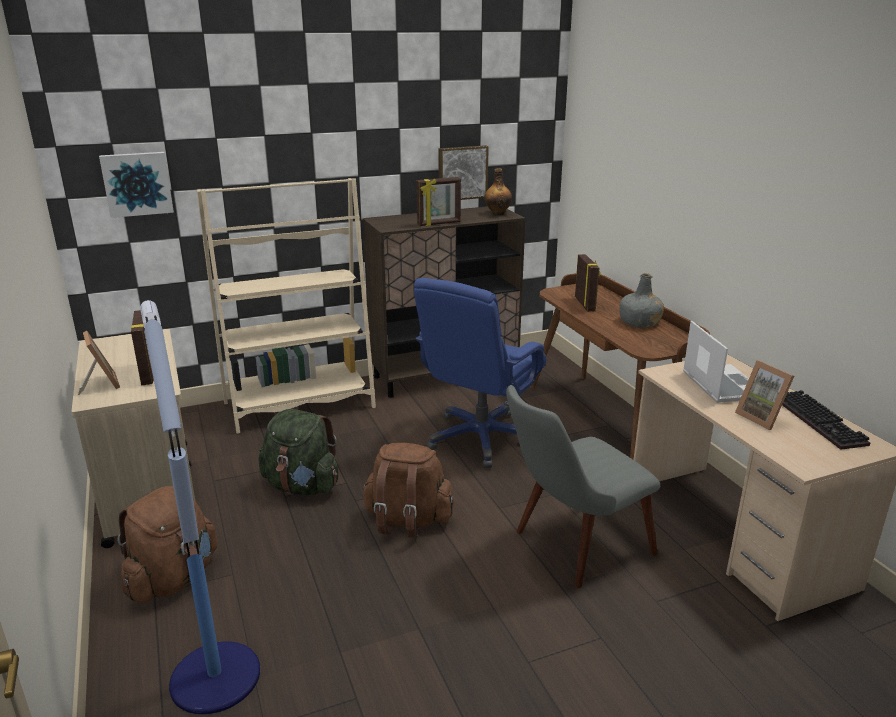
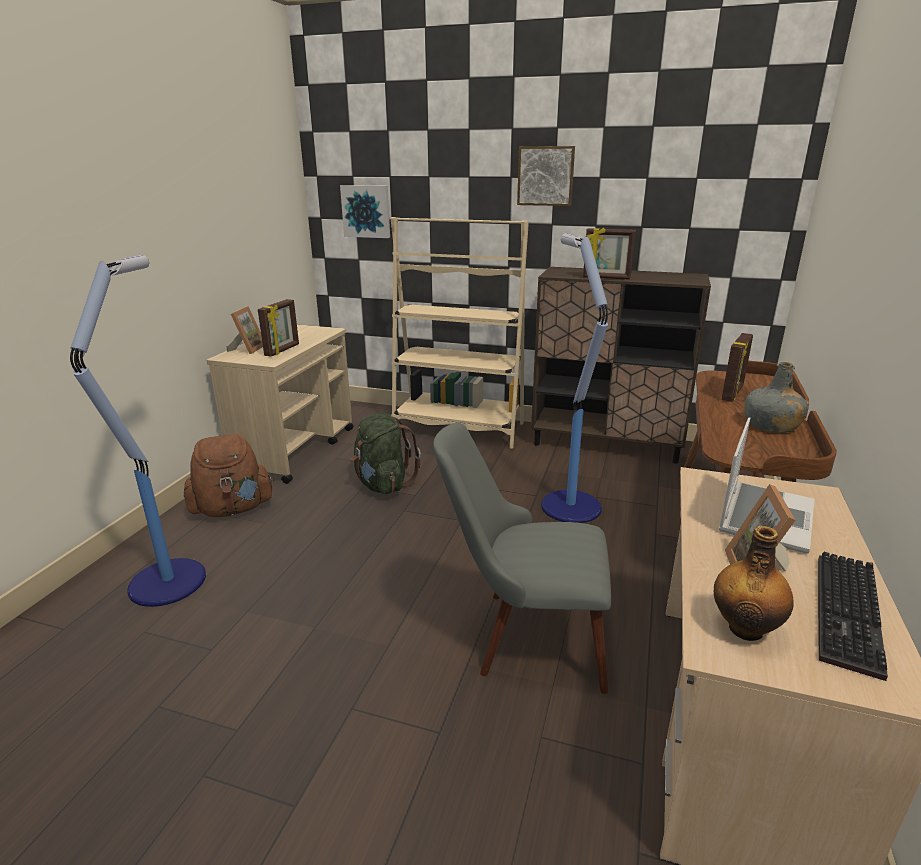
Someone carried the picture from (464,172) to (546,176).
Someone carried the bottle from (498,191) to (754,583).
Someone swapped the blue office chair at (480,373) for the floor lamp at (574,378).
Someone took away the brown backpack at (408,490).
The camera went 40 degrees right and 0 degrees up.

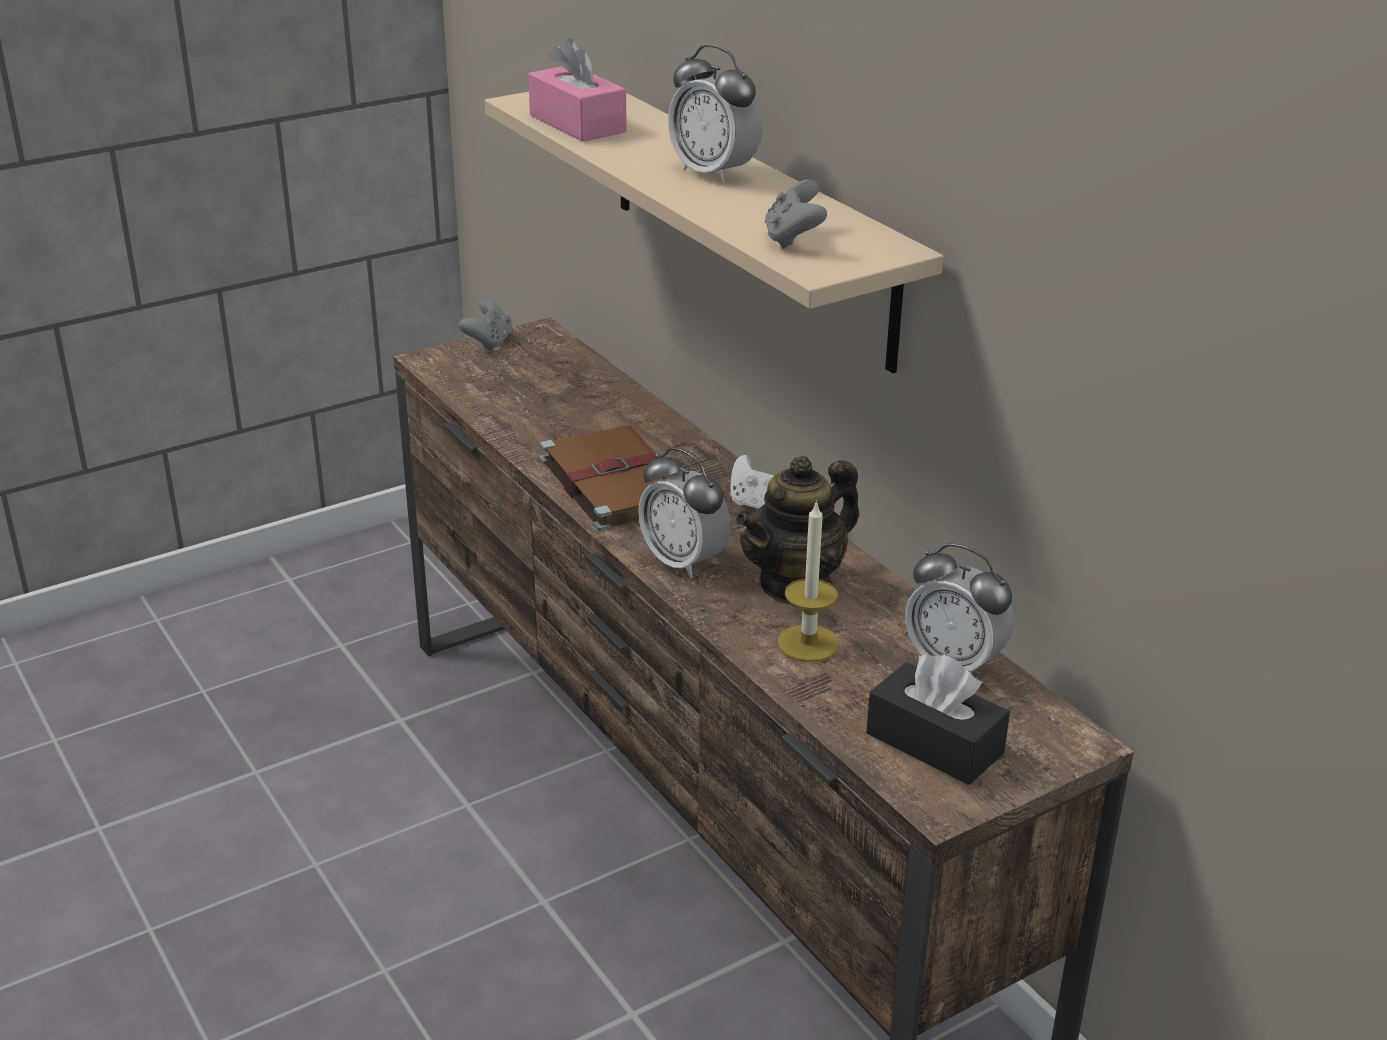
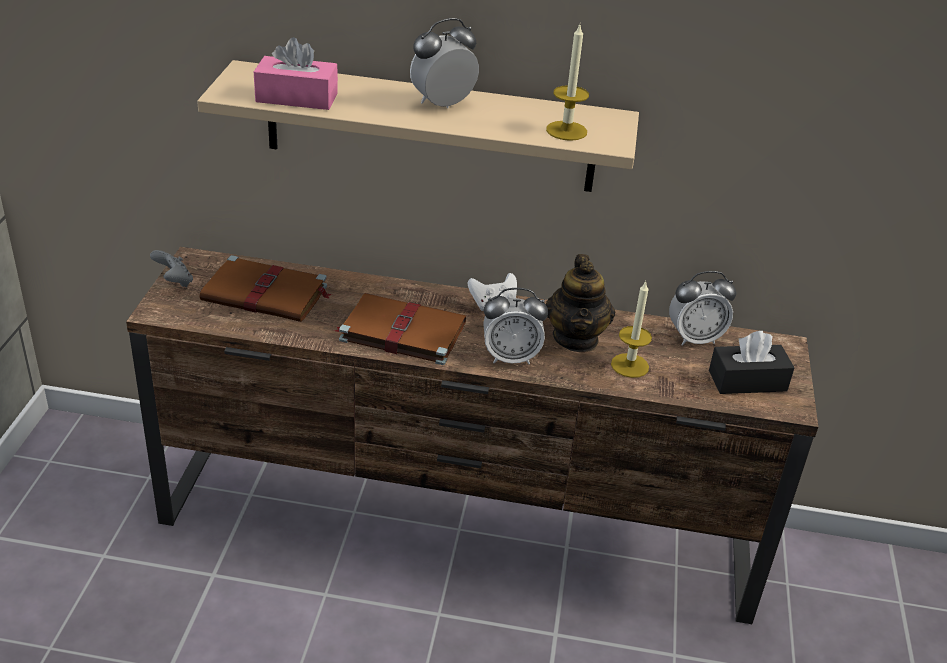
Someone rotated the alarm clock at (715,114) by 150 degrees clockwise.
Someone swapped the grey game controller at (796,214) for the candle at (567,83).
Someone put down the brown book at (266,288).
The camera went 50 degrees left and 5 degrees up.

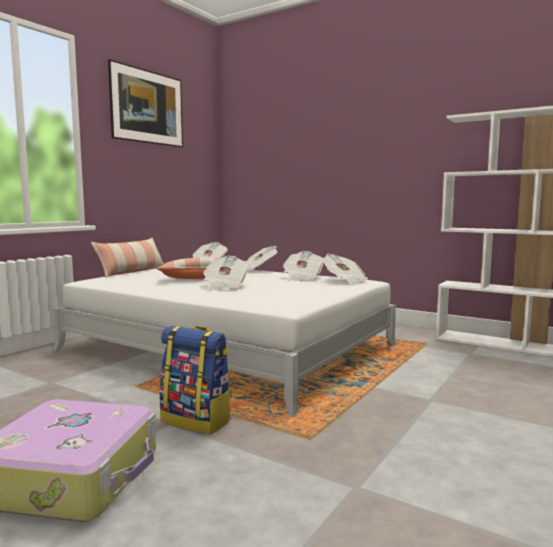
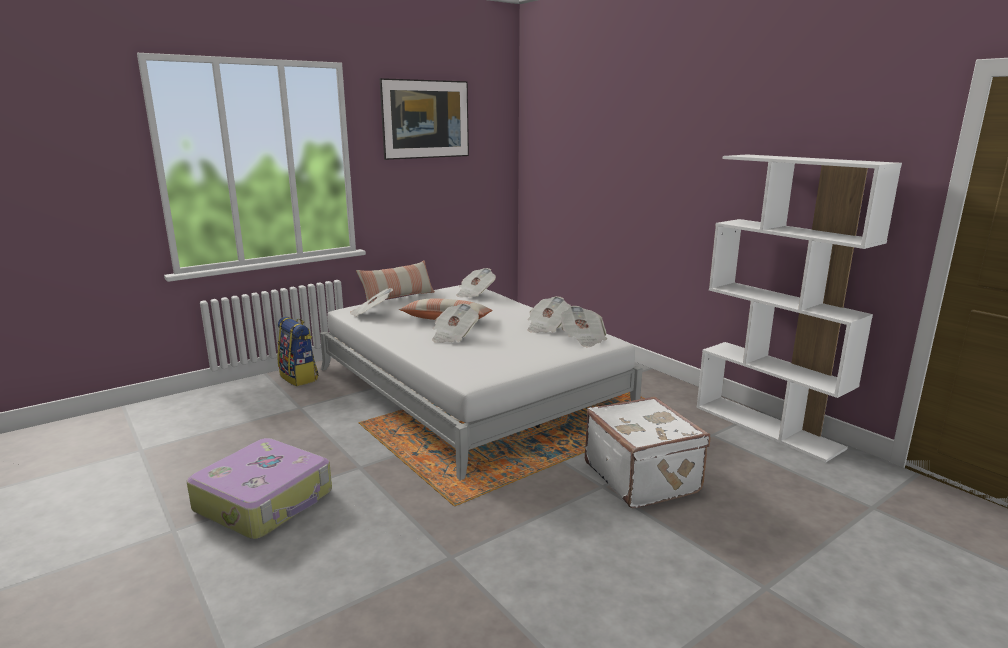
Someone carried the newspaper from (262,258) to (371,302).
Someone carried the backpack from (195,380) to (297,351).
Someone put down the white suitcase at (648,452).
The camera went 20 degrees right and 10 degrees up.

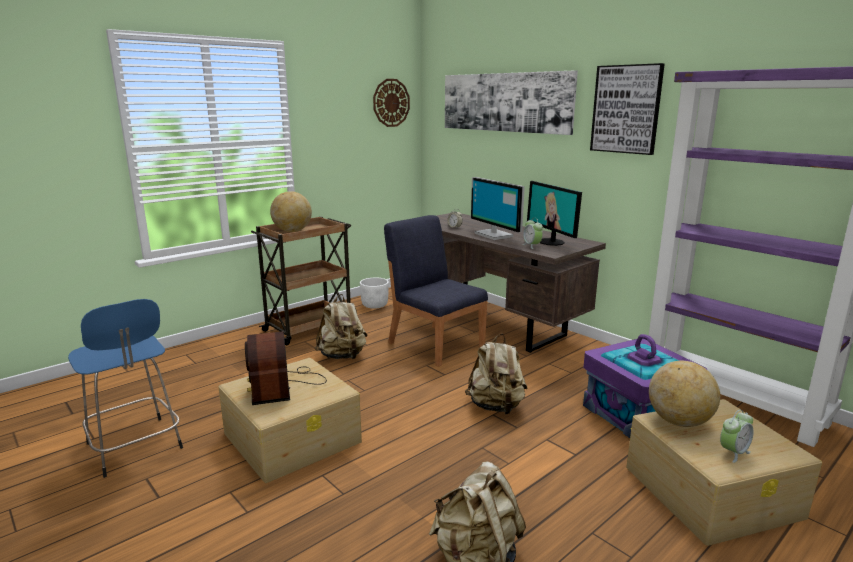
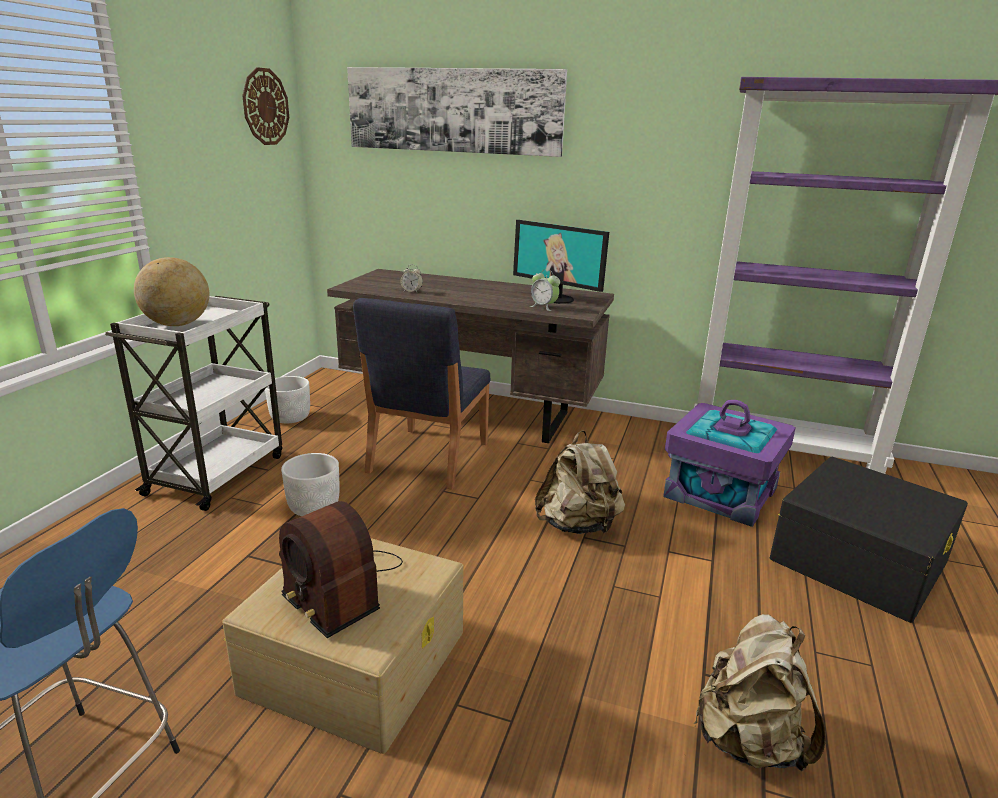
Someone took away the picture at (627,109).
Someone took away the monitor at (498,208).
Someone rotated the blue chair at (436,291) by 90 degrees counterclockwise.
Someone repainted the brown cart at (301,280), which became the white cart at (193,403).
Someone swapped the beige backpack at (341,326) for the white planter at (310,484).
Someone took away the globe at (684,394).
Someone repainted the beige storage box at (724,472), which became the black storage box at (869,540).
Someone took away the alarm clock at (737,436).
The camera went 30 degrees left and 5 degrees up.

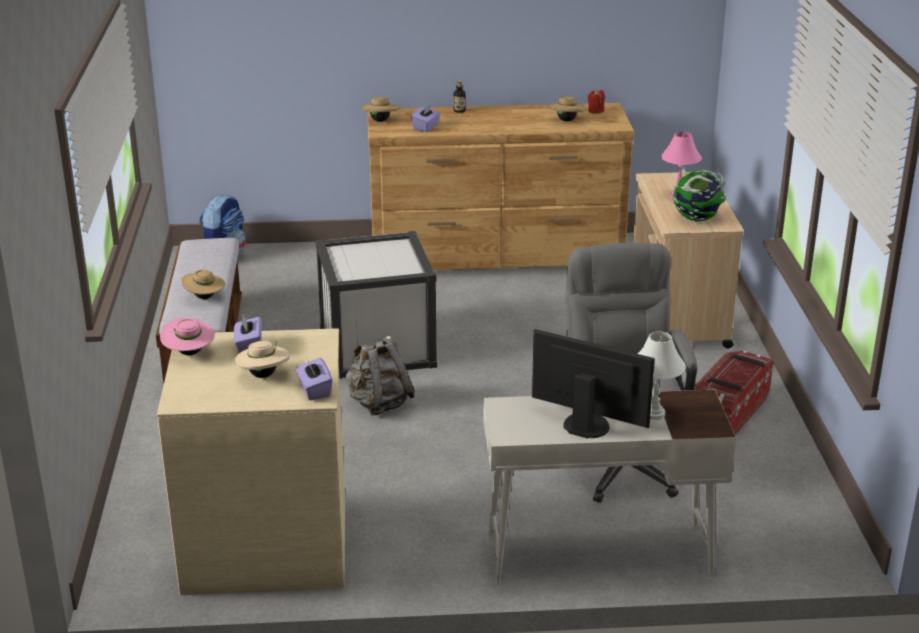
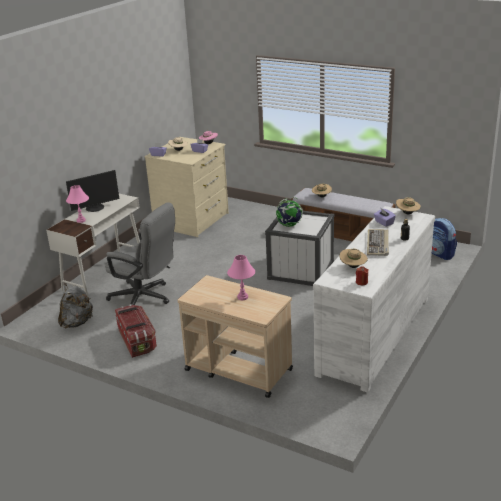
Someone repainted the brown dresser at (501,186), which became the white dresser at (374,299).
Someone carried the globe from (699,194) to (289,212).
Someone repainted the white table lamp at (662,376), which became the pink table lamp at (77,204).
Someone carried the grey backpack from (380,376) to (75,306).
Someone put down the keyboard at (378,242).
The camera went 125 degrees right and 0 degrees up.

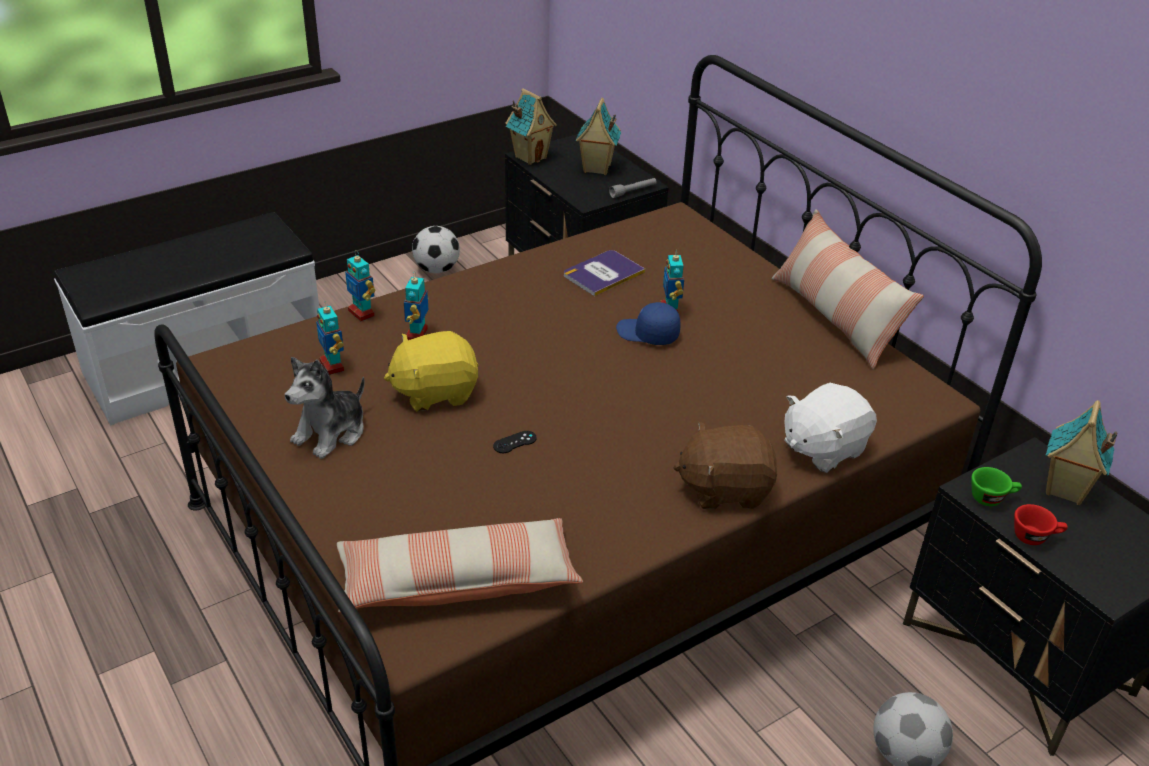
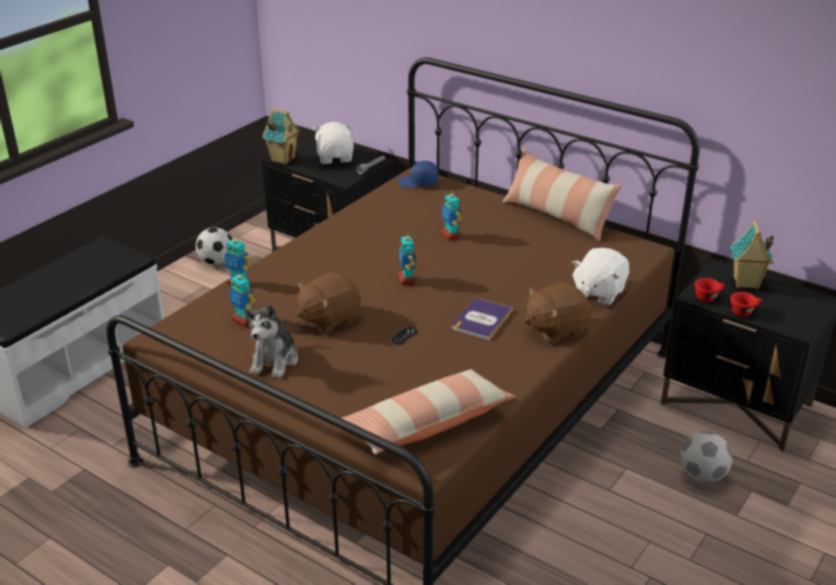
Someone swapped the toy house at (598,136) for the white plush toy at (333,143).
Someone carried the book from (604,273) to (482,319).
Someone carried the toy robot from (416,306) to (407,259).
Someone carried the blue cap from (648,323) to (417,174).
Someone repainted the yellow plush toy at (431,371), which became the brown plush toy at (329,303).
Someone repainted the green cup at (996,486), which became the red cup at (710,290).
The camera went 20 degrees left and 5 degrees down.

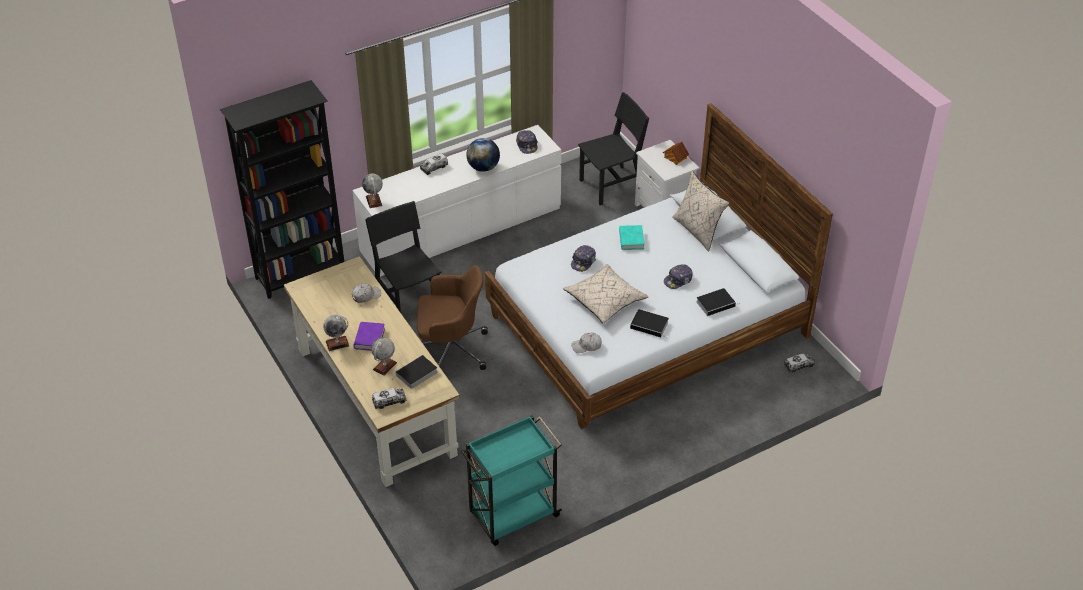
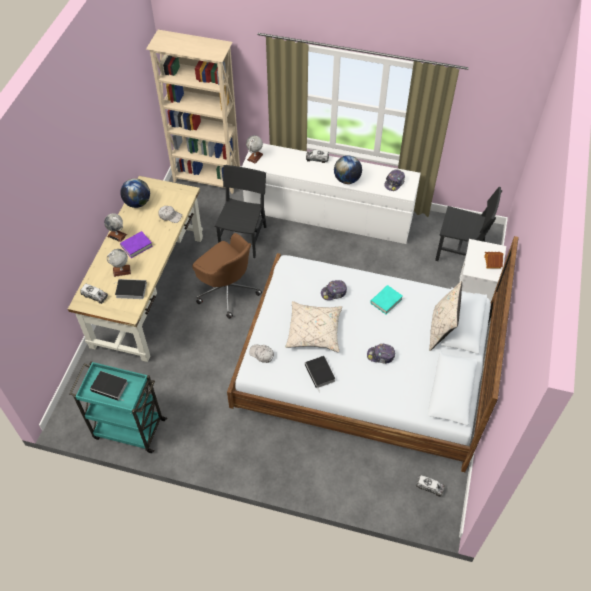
Someone repainted the black bookcase at (282,189), which became the beige bookcase at (193,112).
Someone carried the book from (717,302) to (109,386).
Someone put down the globe at (135,193).
The camera went 45 degrees right and 10 degrees up.

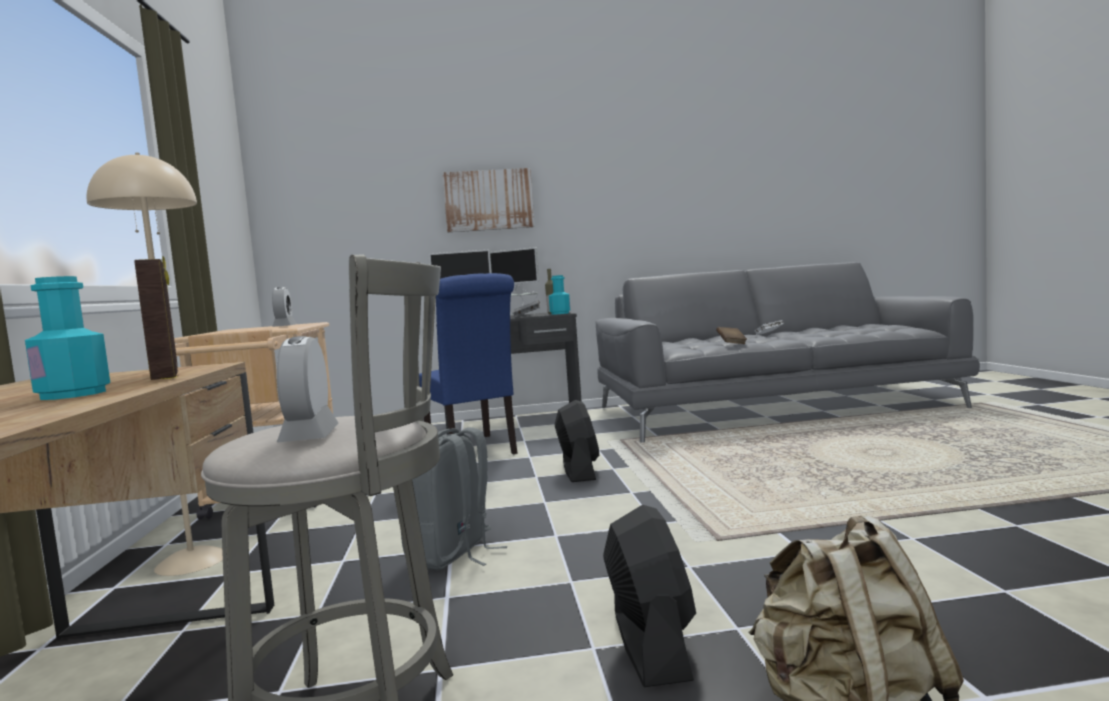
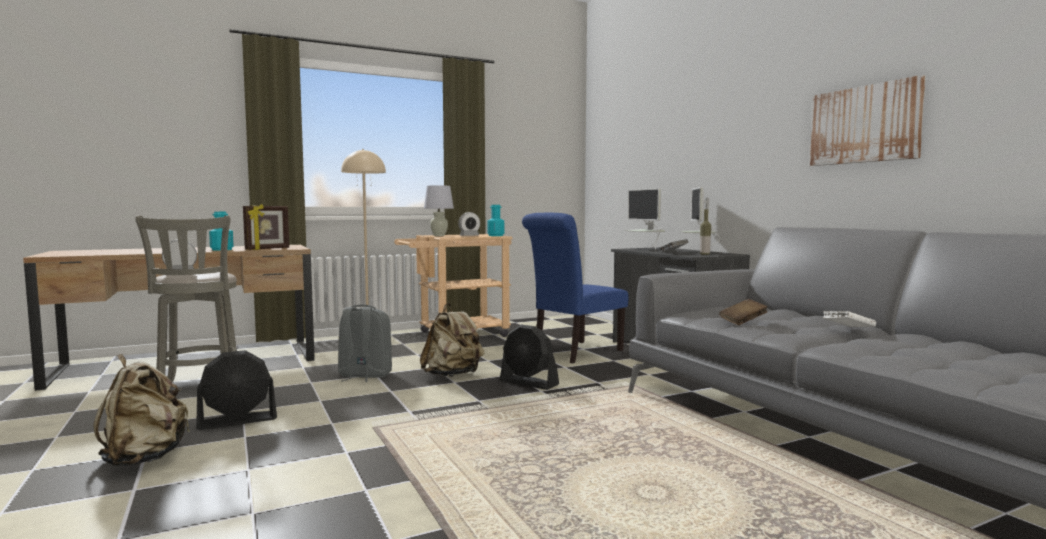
Someone carried the picture from (488,200) to (868,120).
Someone carried the turquoise bottle from (559,295) to (495,220).
Someone rotated the black fan at (576,441) by 60 degrees clockwise.
Someone put down the white table lamp at (439,210).
Someone put down the beige backpack at (452,340).
The camera went 70 degrees right and 0 degrees up.

